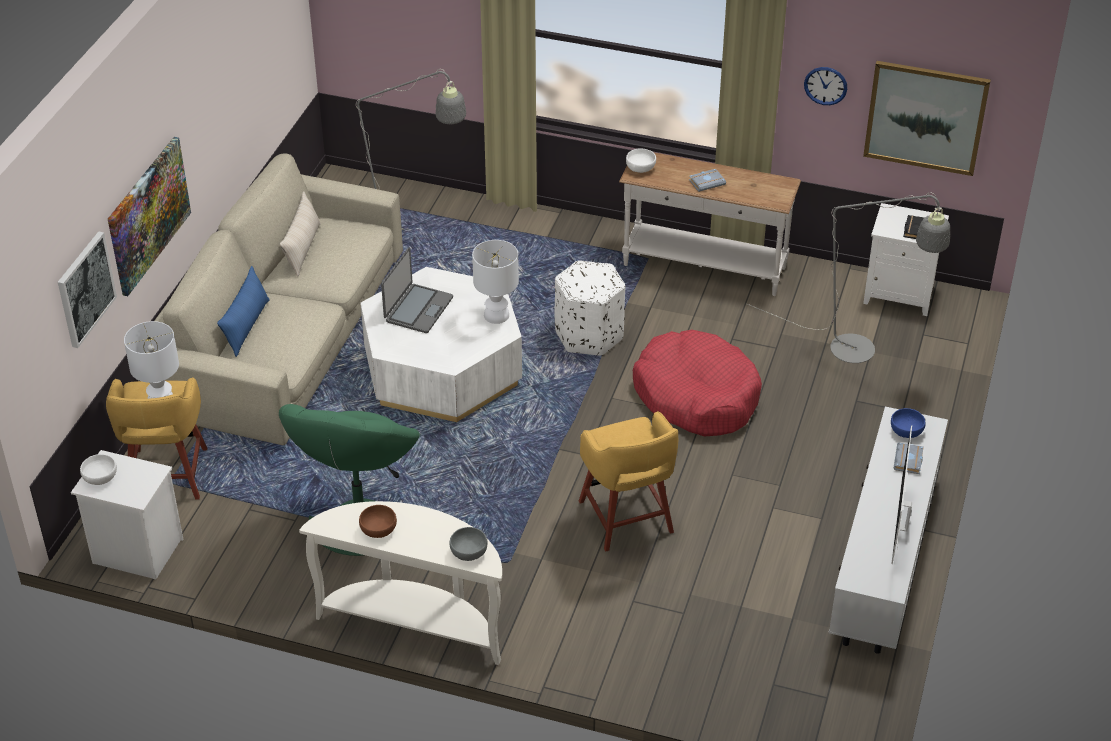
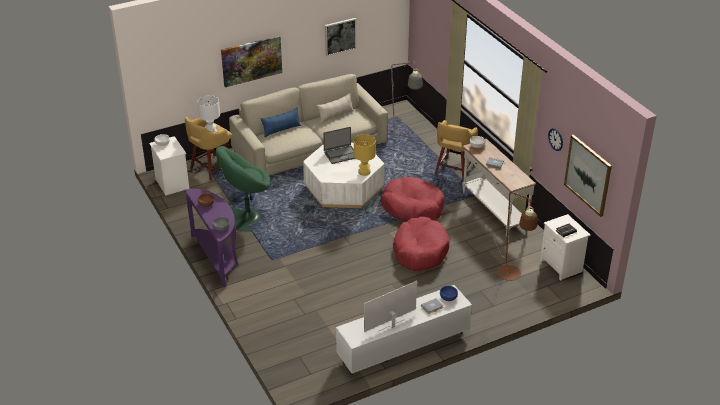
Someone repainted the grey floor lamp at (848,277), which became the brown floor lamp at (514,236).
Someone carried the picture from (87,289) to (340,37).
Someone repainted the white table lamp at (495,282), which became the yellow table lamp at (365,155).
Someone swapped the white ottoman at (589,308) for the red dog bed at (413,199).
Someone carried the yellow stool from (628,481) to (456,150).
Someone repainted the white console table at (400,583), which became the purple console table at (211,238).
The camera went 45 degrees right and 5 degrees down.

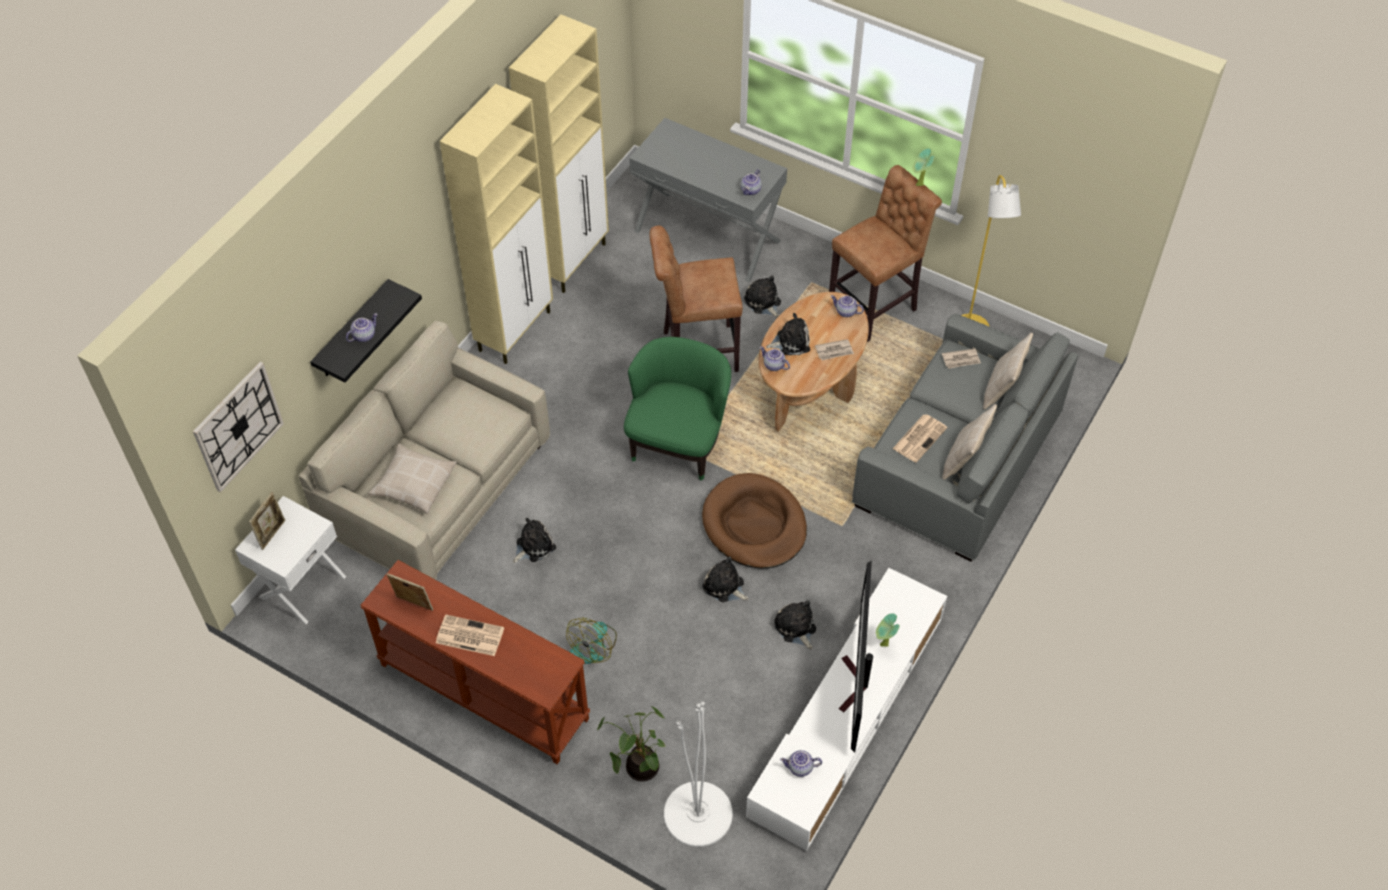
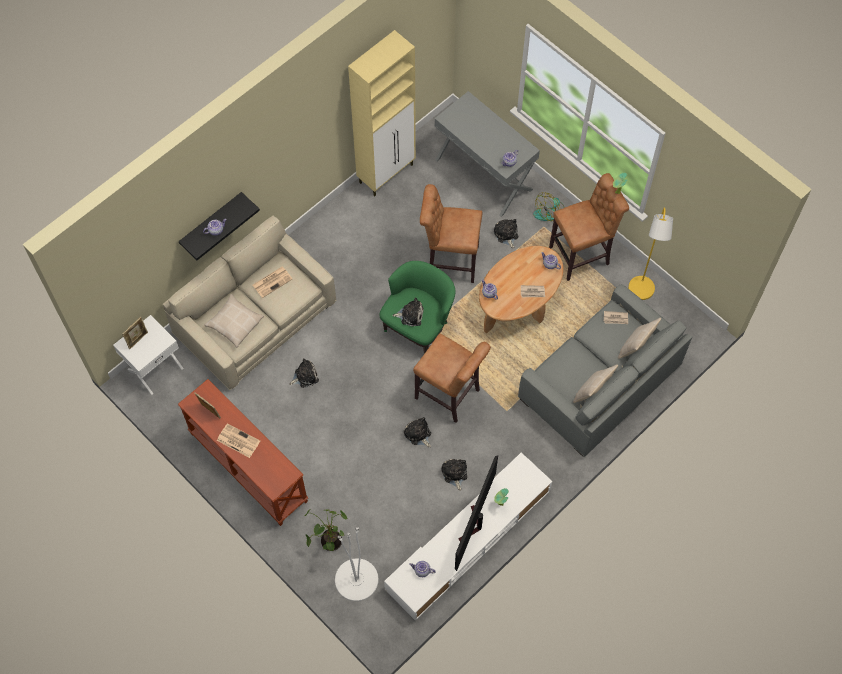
Someone took away the beige cabinet at (496,224).
Someone carried the plush toy from (788,334) to (408,312).
Someone took away the wall clock at (238,427).
Someone carried the newspaper from (919,438) to (272,282).
Someone swapped the brown dog bed at (754,521) for the brown stool at (452,378).
Someone carried the fan from (591,641) to (548,207).
The camera went 15 degrees right and 10 degrees up.

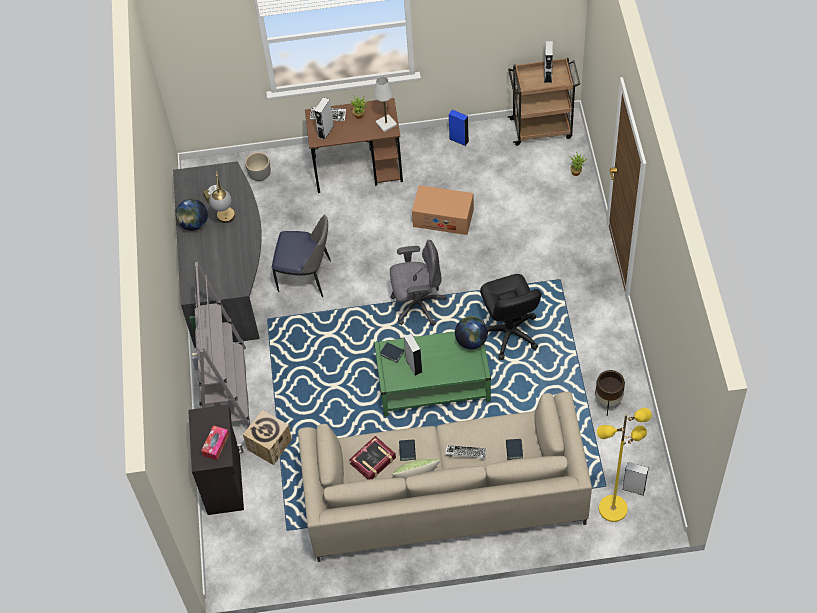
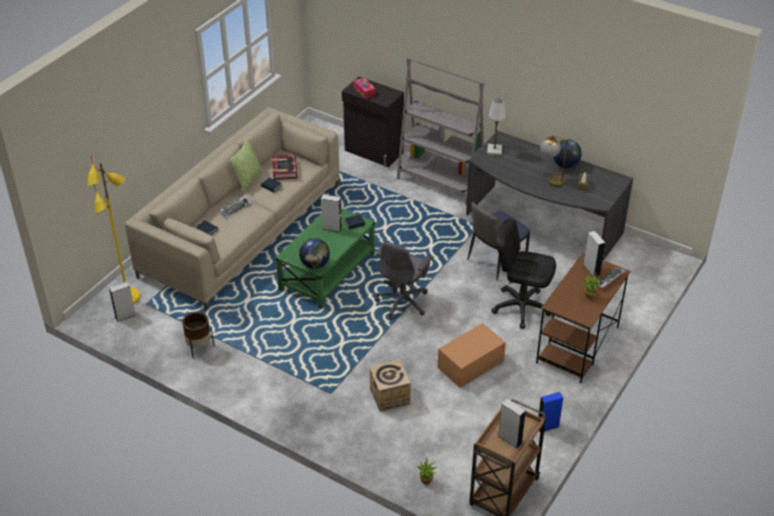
Someone carried the white table lamp from (385,104) to (496,126).
Someone took away the grey planter at (258,166).
Someone carried the black office chair from (511,317) to (523,274).
Someone carried the cardboard box from (267,437) to (390,386).
The camera went 125 degrees right and 15 degrees down.

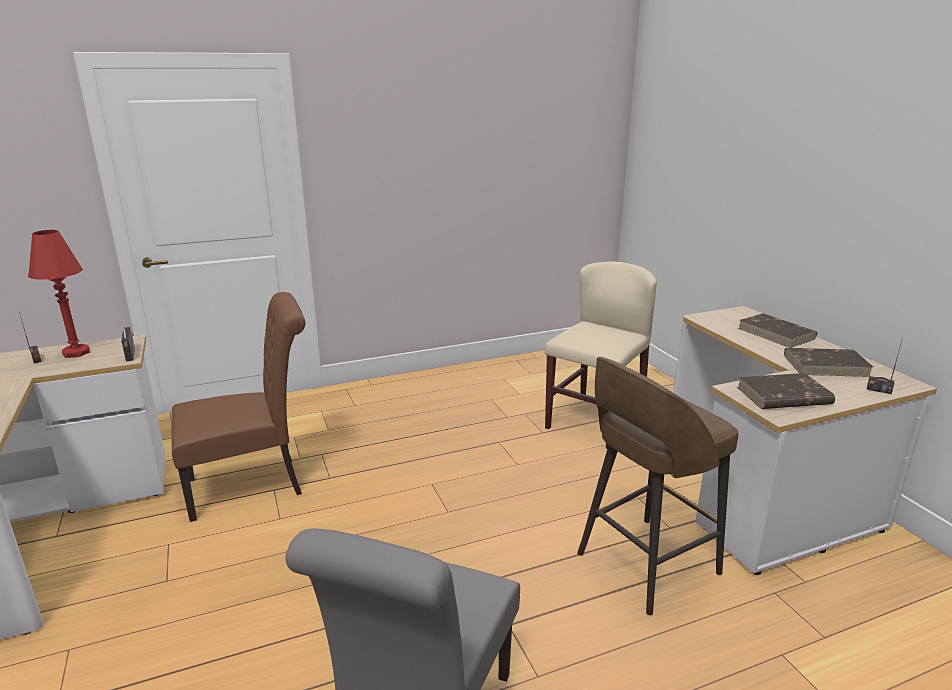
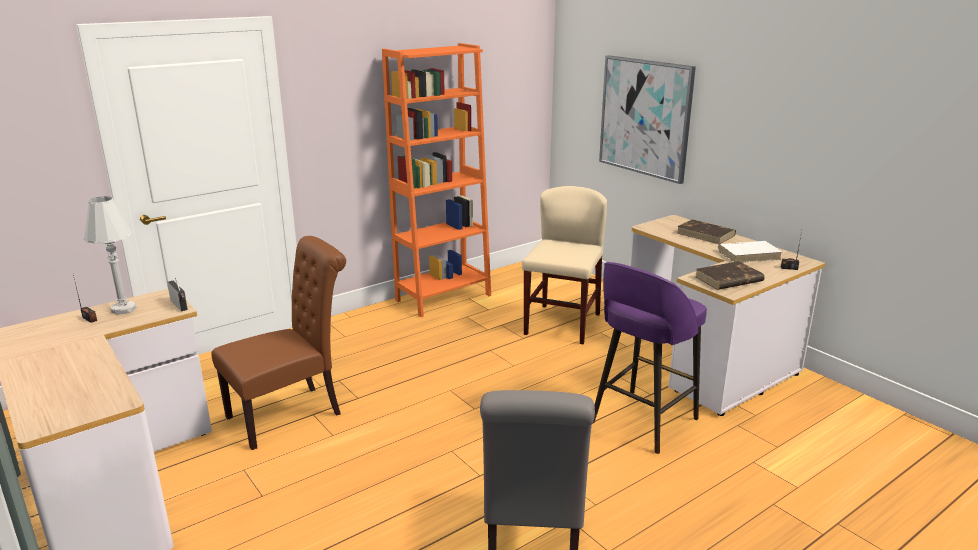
Someone repainted the red table lamp at (59,294), which became the white table lamp at (110,255).
Someone repainted the brown book at (828,362), which became the white book at (750,251).
Someone repainted the brown stool at (657,486), which became the purple stool at (650,358).
Someone put down the orange bookcase at (436,180).
Someone put up the picture at (647,119).
The camera went 15 degrees left and 0 degrees up.

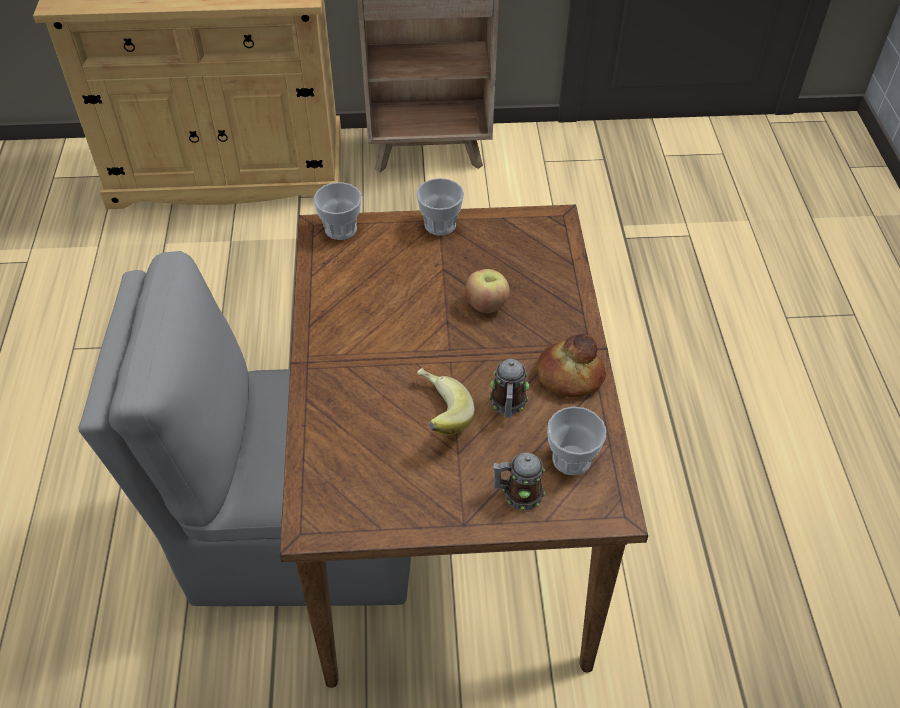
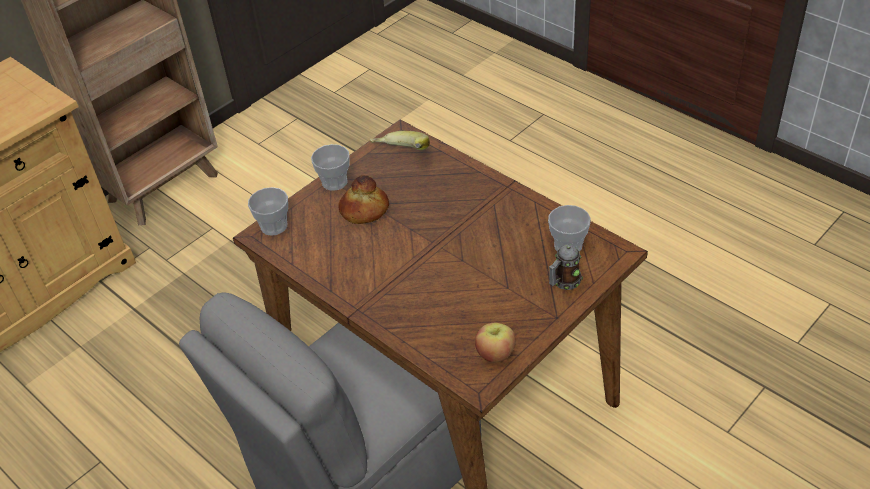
Someone carried the apple from (487,291) to (495,342).
Someone carried the bread from (571,366) to (363,199).
Someone took away the mug at (509,388).
Someone carried the banana from (446,401) to (400,140).
The camera went 40 degrees left and 5 degrees down.

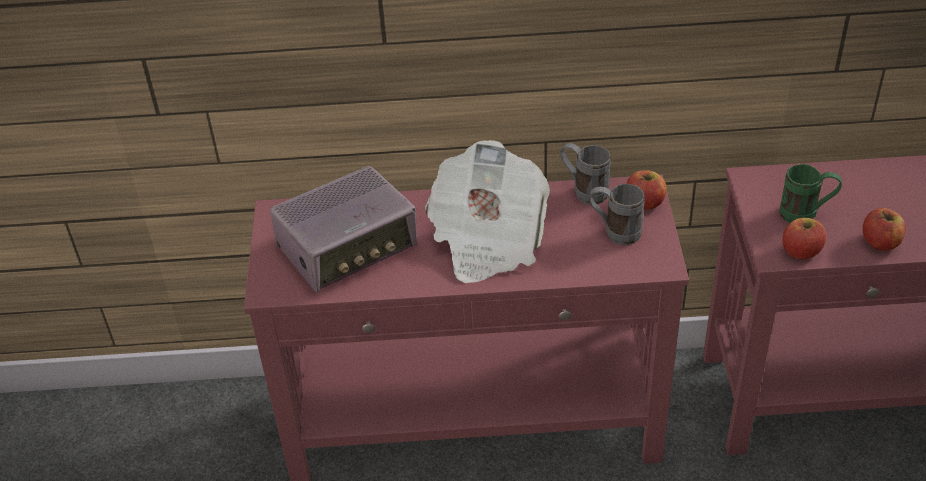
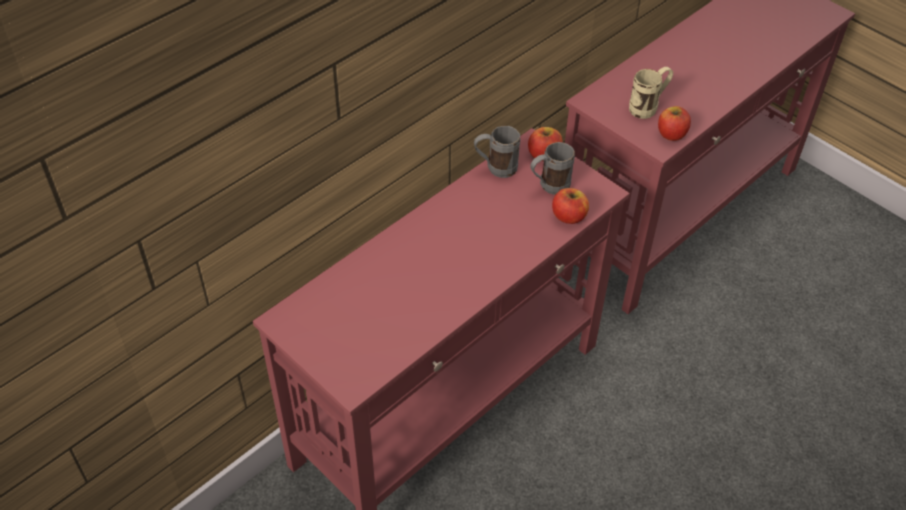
Someone took away the newspaper at (487,211).
Someone repainted the green mug at (811,193), which became the beige mug at (651,93).
Someone took away the radio at (343,229).
Someone carried the apple from (884,229) to (570,206).
The camera went 45 degrees left and 5 degrees up.

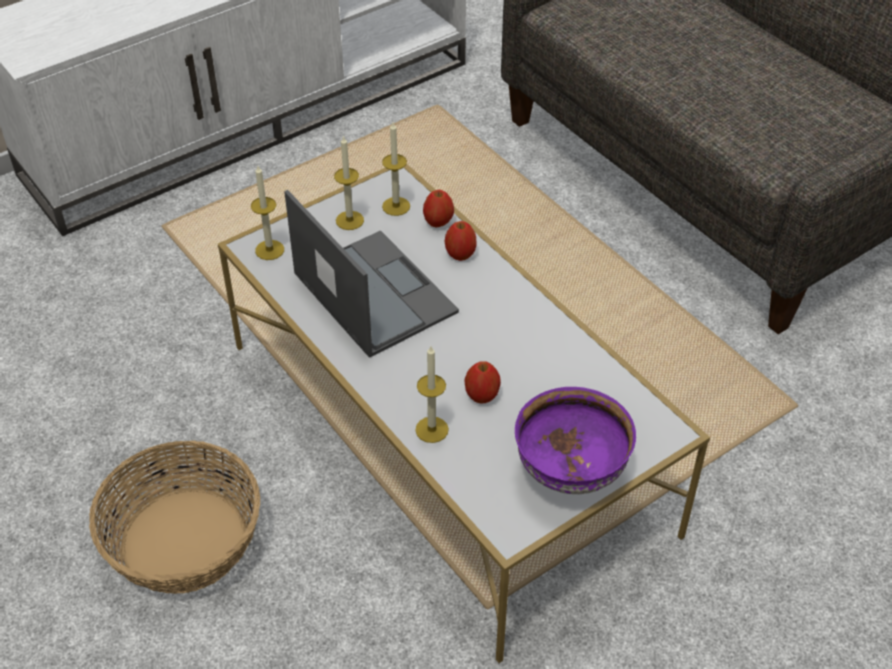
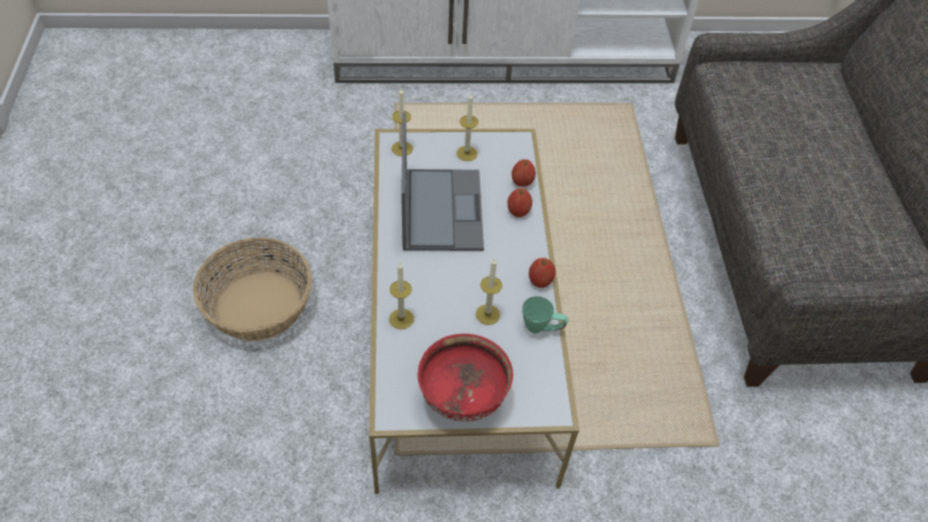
Someone carried the candle from (396,169) to (489,291).
Someone carried the apple from (482,382) to (542,273).
Someone repainted the purple bowl at (575,440), which became the red bowl at (465,378).
Someone put down the green mug at (545,315).
The camera went 30 degrees right and 5 degrees up.

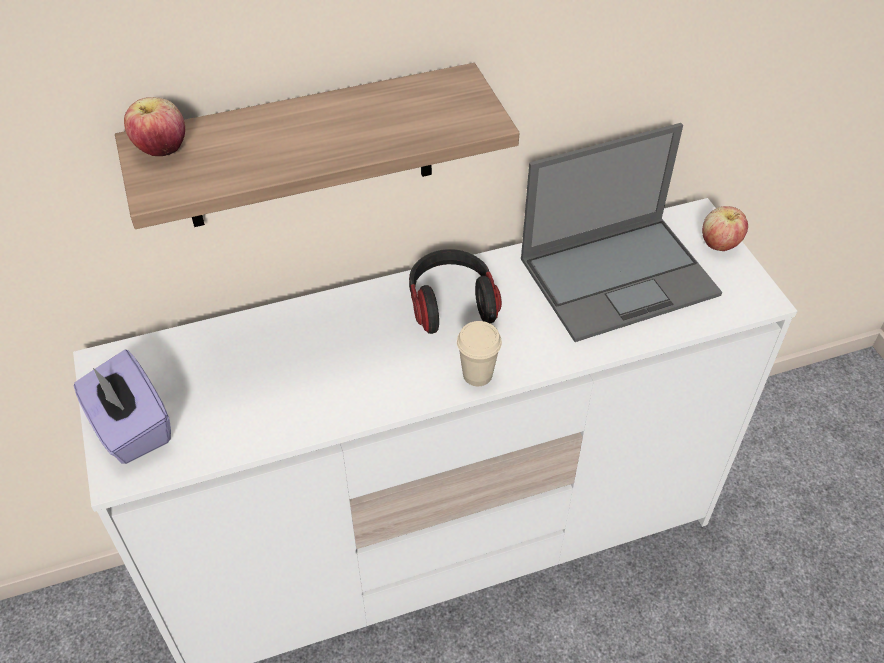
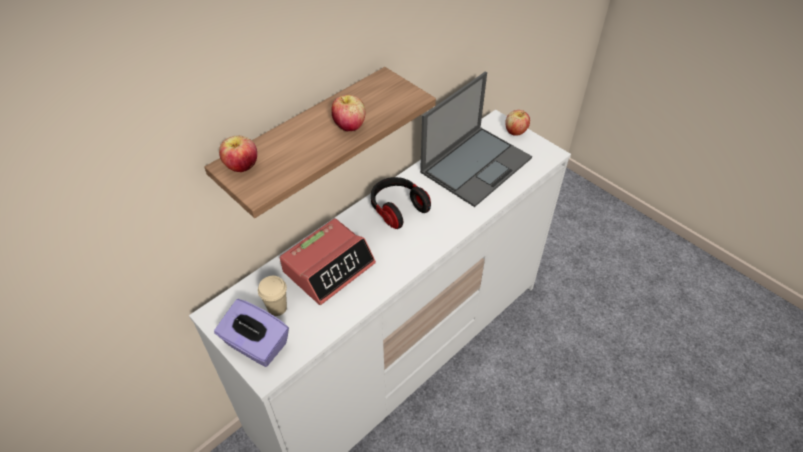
Someone carried the beige cup from (479,353) to (272,296).
Someone put down the apple at (348,113).
Someone put down the alarm clock at (328,261).
The camera went 25 degrees left and 0 degrees up.

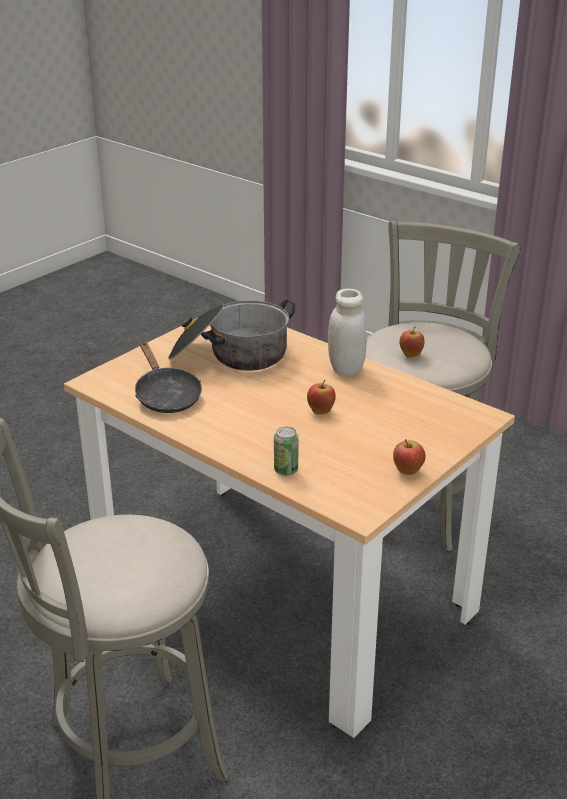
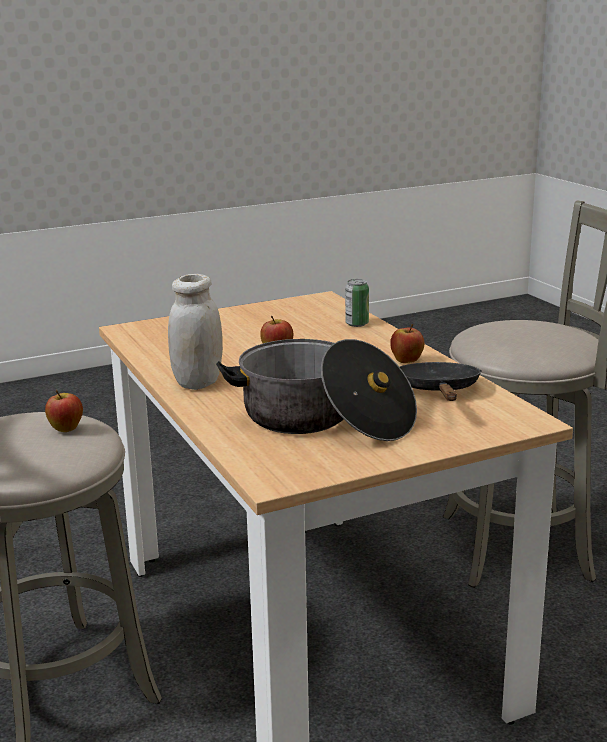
Someone carried the apple from (409,457) to (407,344).
The camera went 155 degrees left and 10 degrees down.

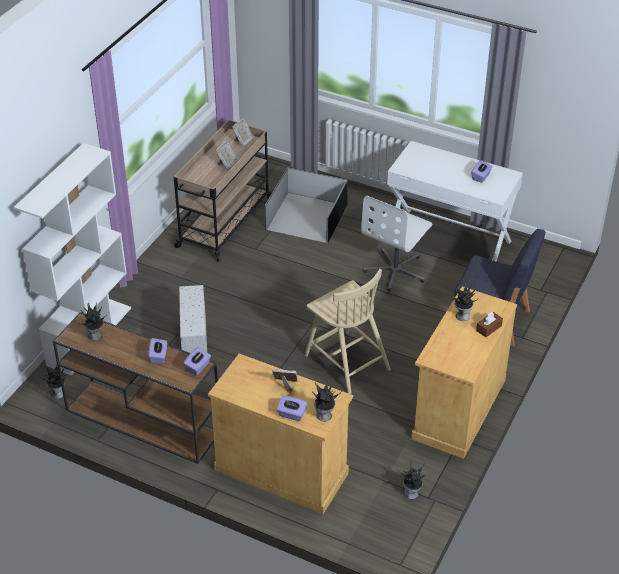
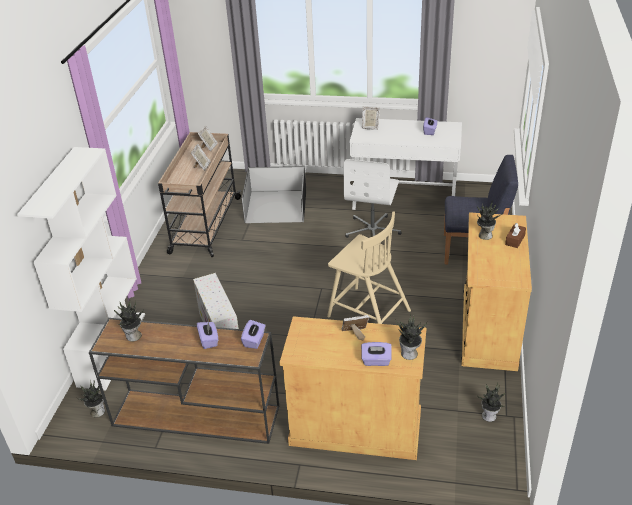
Someone put down the picture frame at (371,118).
The camera went 15 degrees left and 5 degrees down.

